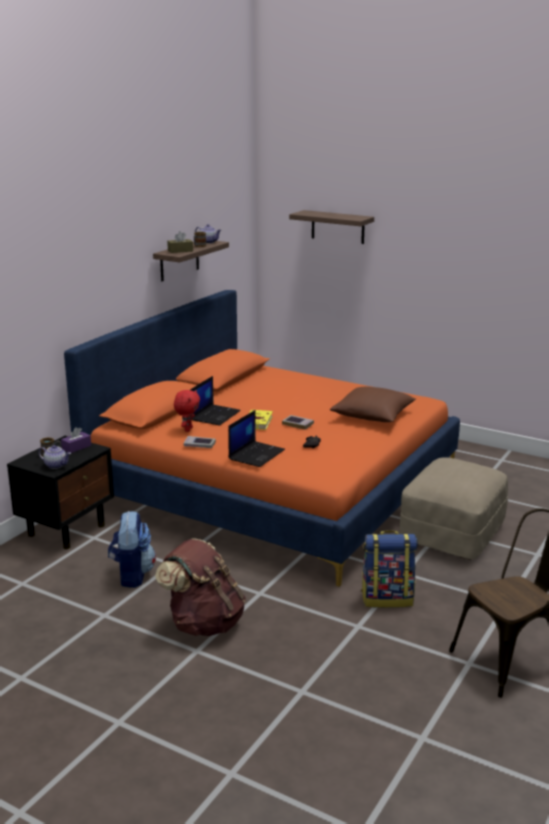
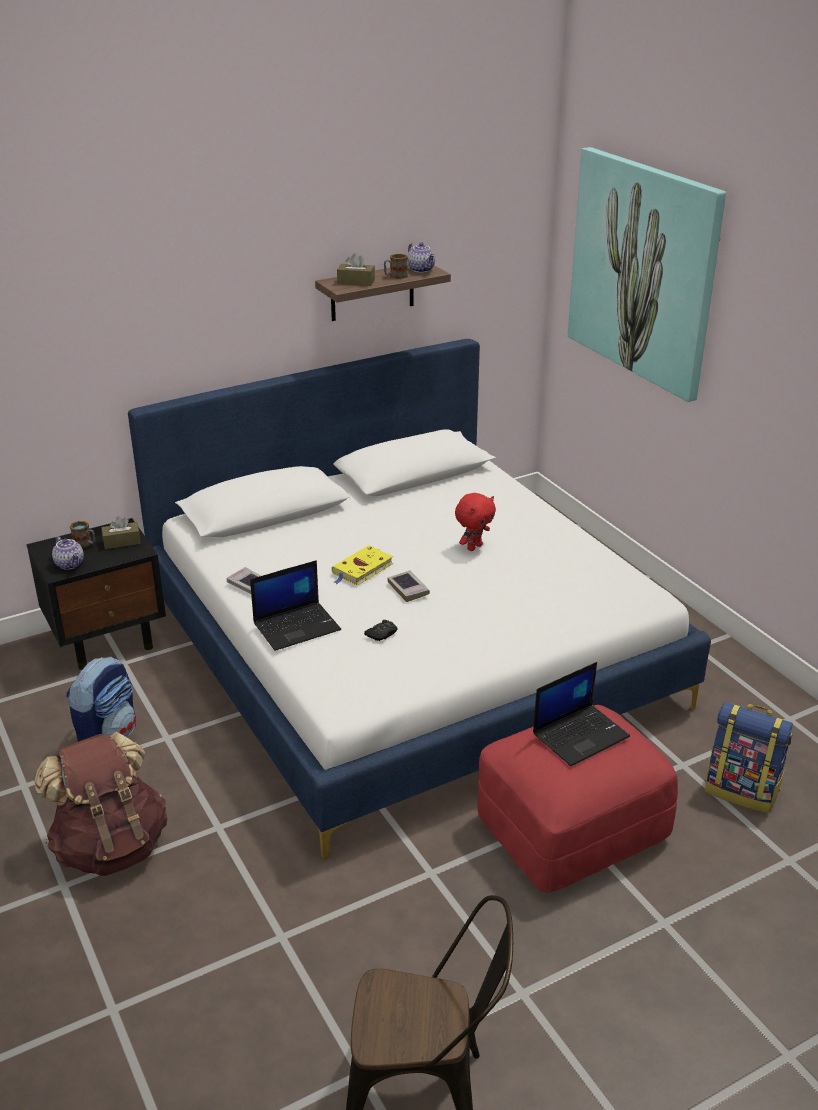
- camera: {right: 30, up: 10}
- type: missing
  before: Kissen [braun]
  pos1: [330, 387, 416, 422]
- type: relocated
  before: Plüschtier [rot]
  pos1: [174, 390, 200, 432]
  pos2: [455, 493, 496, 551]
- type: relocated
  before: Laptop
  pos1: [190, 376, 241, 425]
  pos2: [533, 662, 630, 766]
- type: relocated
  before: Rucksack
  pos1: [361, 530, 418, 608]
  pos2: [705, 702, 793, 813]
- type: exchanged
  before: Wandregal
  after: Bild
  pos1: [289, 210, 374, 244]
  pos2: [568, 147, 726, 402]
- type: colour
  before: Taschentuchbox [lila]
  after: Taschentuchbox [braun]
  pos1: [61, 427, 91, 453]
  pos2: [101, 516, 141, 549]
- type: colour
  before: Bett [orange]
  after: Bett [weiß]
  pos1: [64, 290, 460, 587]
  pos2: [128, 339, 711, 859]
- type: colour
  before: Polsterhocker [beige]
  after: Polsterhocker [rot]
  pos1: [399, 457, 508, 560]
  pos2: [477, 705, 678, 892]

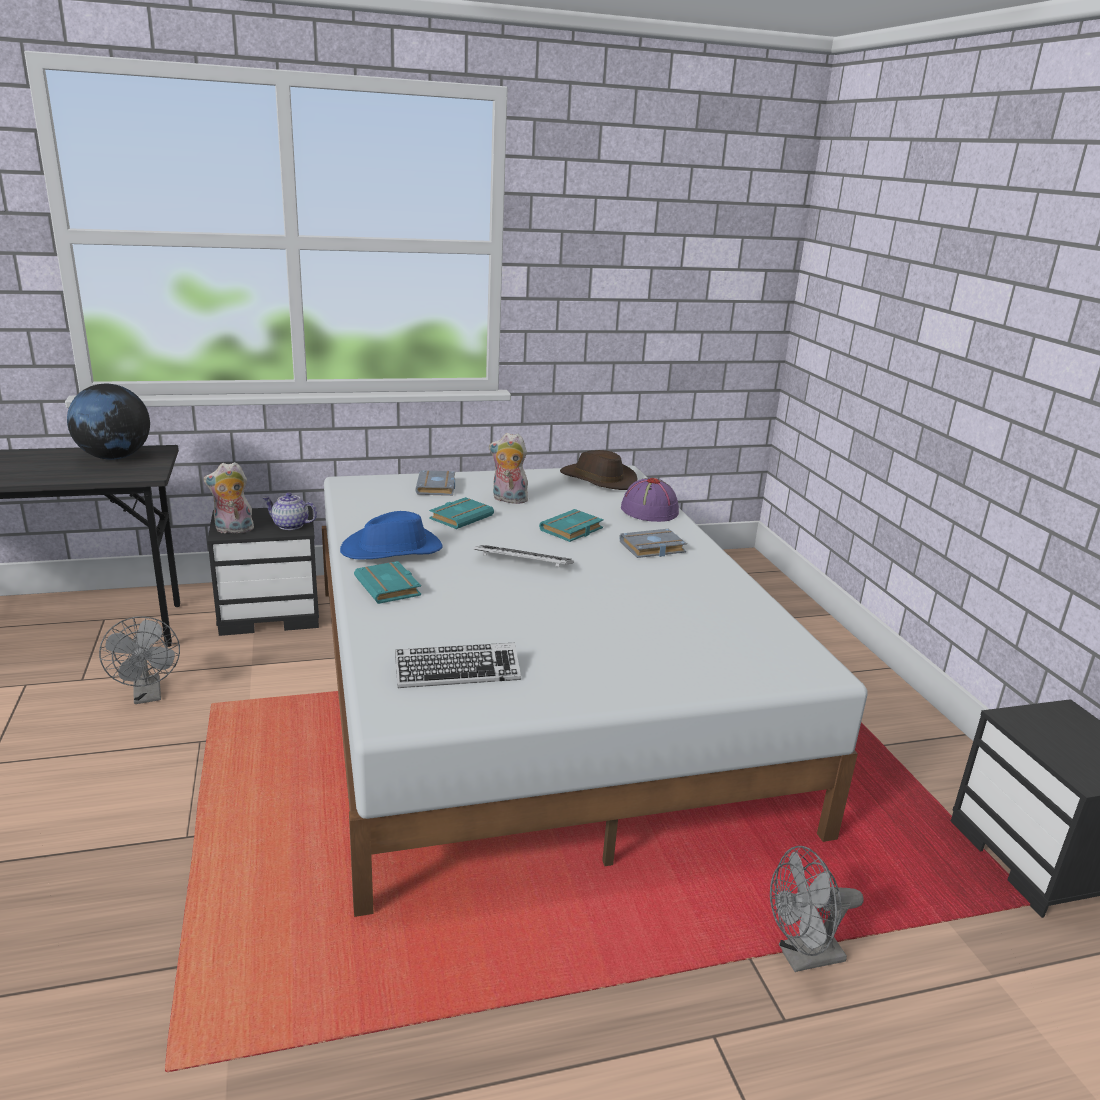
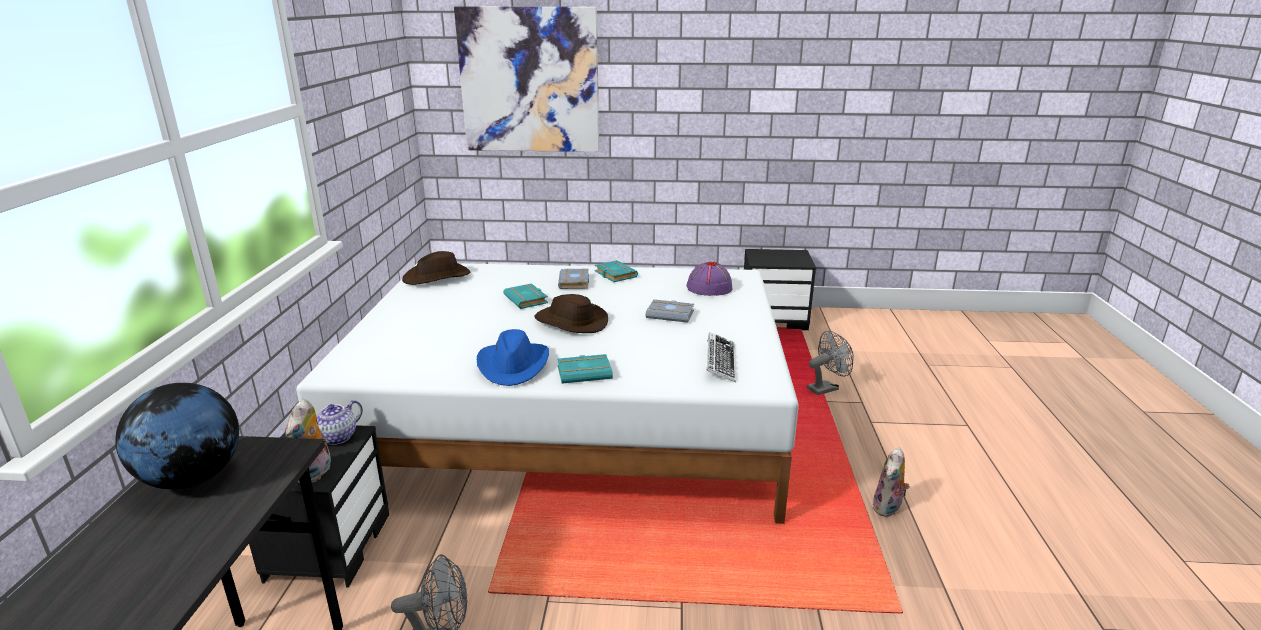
- camera: {right: -70, up: 0}
- type: appeared
  after: Bild
  pos2: [454, 6, 599, 152]
- type: relocated
  before: Buch [grau]
  pos1: [415, 470, 455, 496]
  pos2: [646, 299, 694, 323]
- type: relocated
  before: Buch [türkis]
  pos1: [429, 497, 494, 529]
  pos2: [595, 260, 638, 282]
- type: relocated
  before: Plüschtier
  pos1: [489, 433, 530, 504]
  pos2: [872, 447, 910, 517]
- type: relocated
  before: Hut [lila]
  pos1: [621, 478, 679, 522]
  pos2: [686, 262, 732, 296]
- type: exchanged
  before: Tastatur
  after: Hut [braun]
  pos1: [473, 545, 574, 567]
  pos2: [535, 294, 608, 333]
- type: spun
  before: Ventilator [grau]
  pos1: [770, 846, 863, 972]
  pos2: [807, 331, 854, 395]
  turn: -120

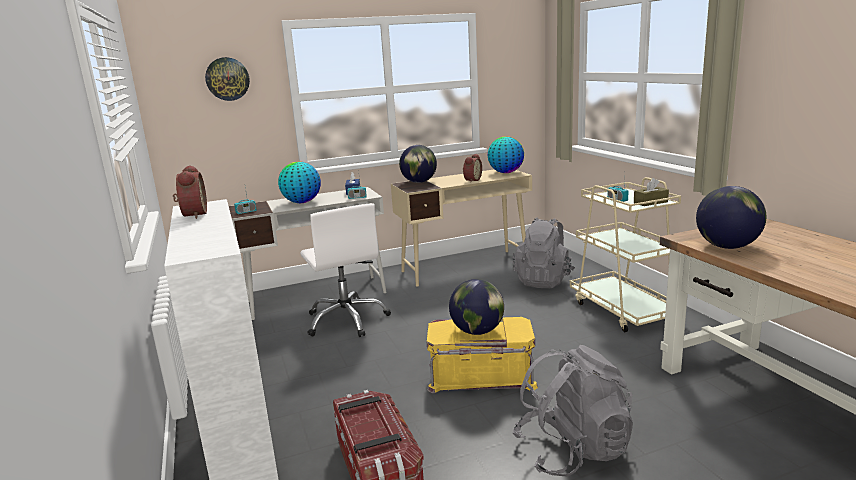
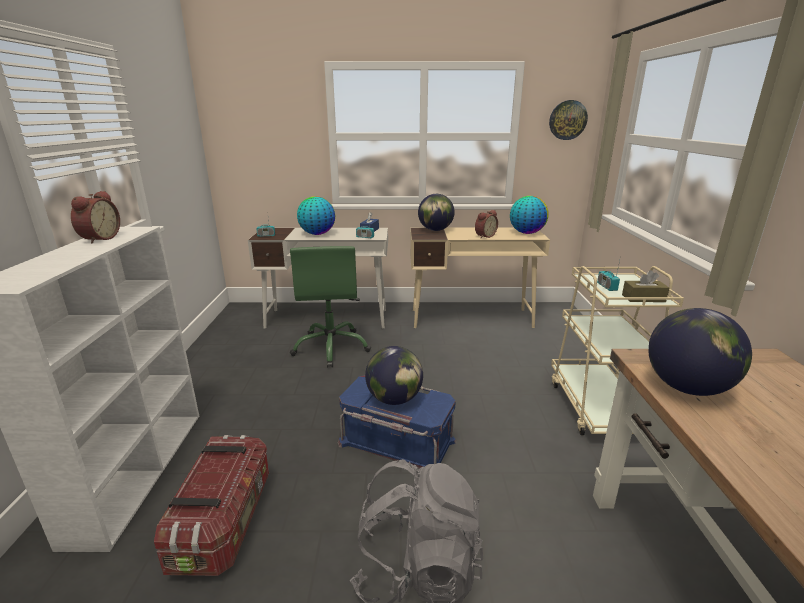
- camera: {right: 20, up: 5}
- type: missing
  before: Rucksack [grau]
  pos1: [513, 218, 575, 288]
- type: relocated
  before: Wanduhr
  pos1: [205, 57, 250, 101]
  pos2: [549, 100, 588, 140]
- type: colour
  before: Bürostuhl [weiß]
  after: Bürostuhl [grün]
  pos1: [300, 203, 391, 337]
  pos2: [290, 246, 371, 368]
- type: colour
  before: Aufbewahrungsbox [gelb]
  after: Aufbewahrungsbox [blau]
  pos1: [427, 317, 538, 393]
  pos2: [338, 375, 457, 469]

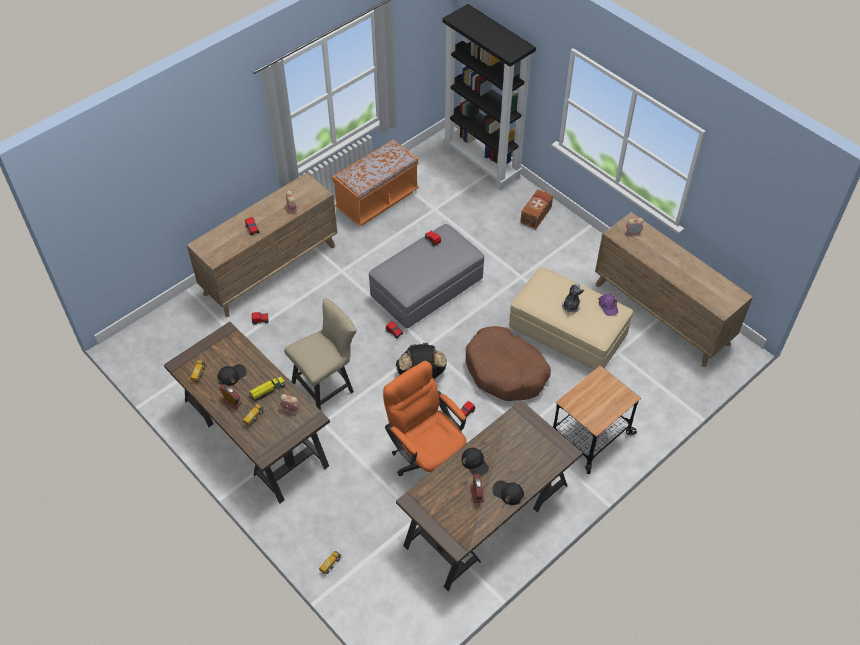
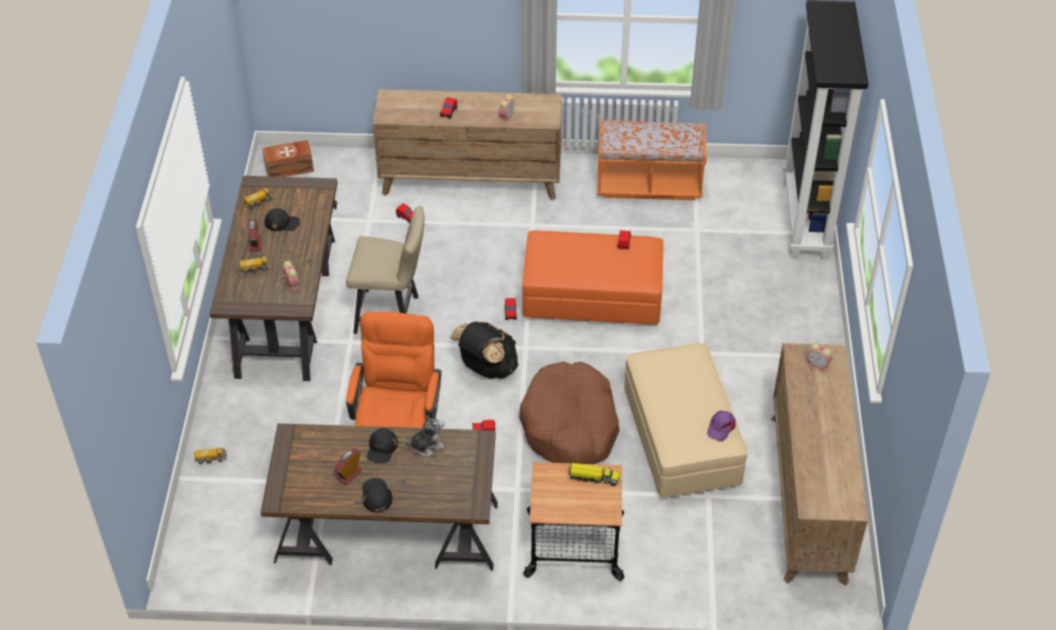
- camera: {right: 45, up: -5}
- type: relocated
  before: Spielzeuglaster
  pos1: [249, 376, 285, 402]
  pos2: [567, 463, 619, 486]
- type: relocated
  before: Aufbewahrungsbox [braun]
  pos1: [520, 189, 553, 229]
  pos2: [263, 140, 314, 177]
- type: relocated
  before: Plüschtier
  pos1: [562, 283, 584, 313]
  pos2: [405, 415, 444, 456]
- type: colour
  before: Polsterhocker [grau]
  after: Polsterhocker [orange]
  pos1: [369, 224, 484, 328]
  pos2: [522, 230, 664, 325]

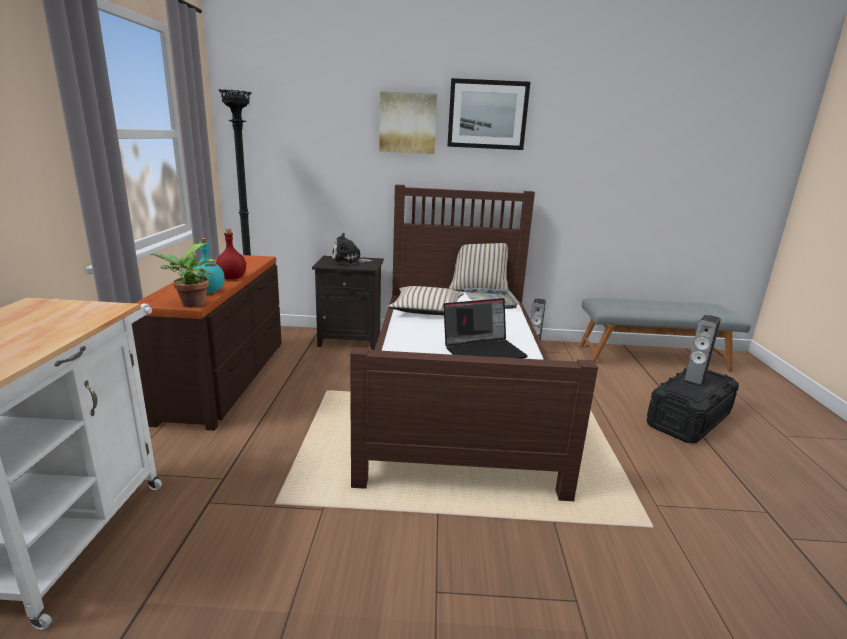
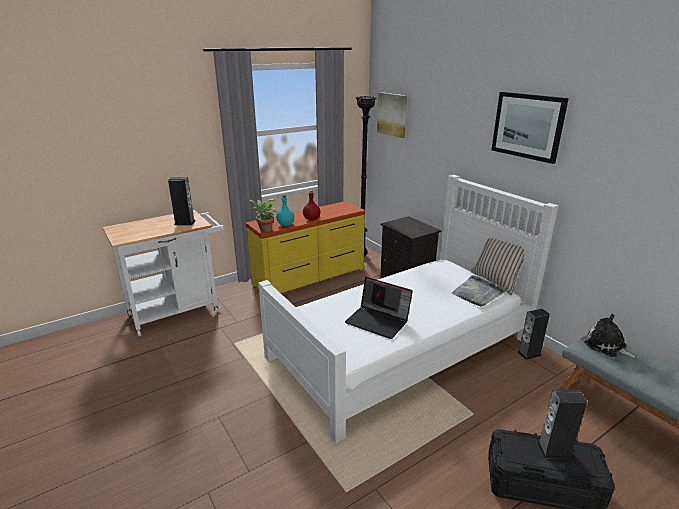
- camera: {right: 55, up: 5}
- type: missing
  before: Kissen [beige]
  pos1: [388, 286, 464, 315]
- type: appeared
  after: Lautsprecher
  pos2: [168, 177, 195, 225]
- type: relocated
  before: Plüschtier
  pos1: [332, 233, 373, 264]
  pos2: [584, 314, 639, 359]
- type: relocated
  before: Bild
  pos1: [379, 91, 437, 154]
  pos2: [377, 92, 407, 138]
- type: colour
  before: Kommode [braun]
  after: Kommode [gelb]
  pos1: [132, 255, 282, 431]
  pos2: [245, 201, 365, 293]
- type: colour
  before: Bett [braun]
  after: Bett [weiß]
  pos1: [350, 185, 598, 501]
  pos2: [258, 175, 559, 444]

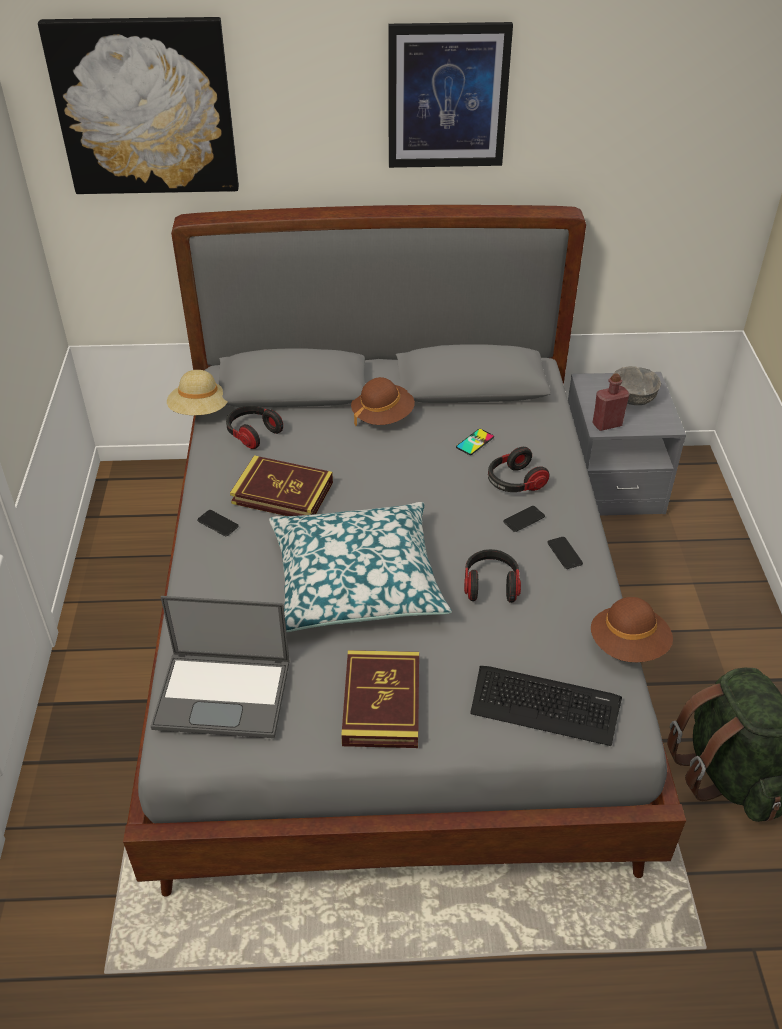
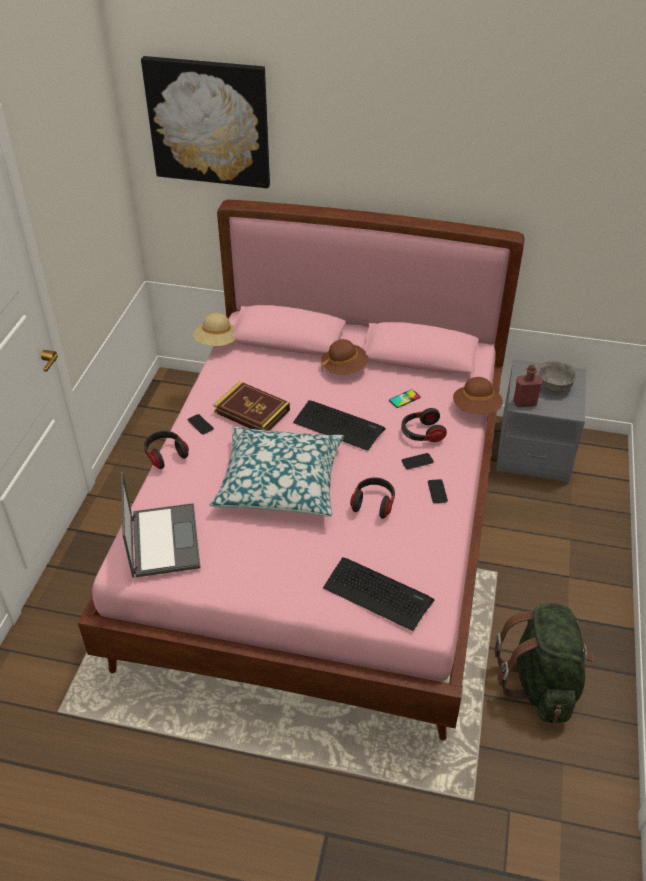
- camera: {right: 15, up: 0}
- type: missing
  before: Buch
  pos1: [341, 650, 419, 748]
- type: missing
  before: Bild
  pos1: [388, 22, 513, 168]
- type: appeared
  after: Tastatur
  pos2: [293, 400, 386, 451]
- type: relocated
  before: Kopfhörer
  pos1: [226, 405, 283, 449]
  pos2: [144, 431, 189, 469]
- type: relocated
  before: Hut [braun]
  pos1: [591, 597, 673, 662]
  pos2: [453, 377, 503, 414]
- type: colour
  before: Bett [grau]
  after: Bett [rosa]
  pos1: [123, 205, 686, 897]
  pos2: [78, 200, 525, 741]
- type: spun
  before: Laptop
  pos1: [151, 596, 290, 738]
  pos2: [121, 472, 200, 578]
  turn: -120

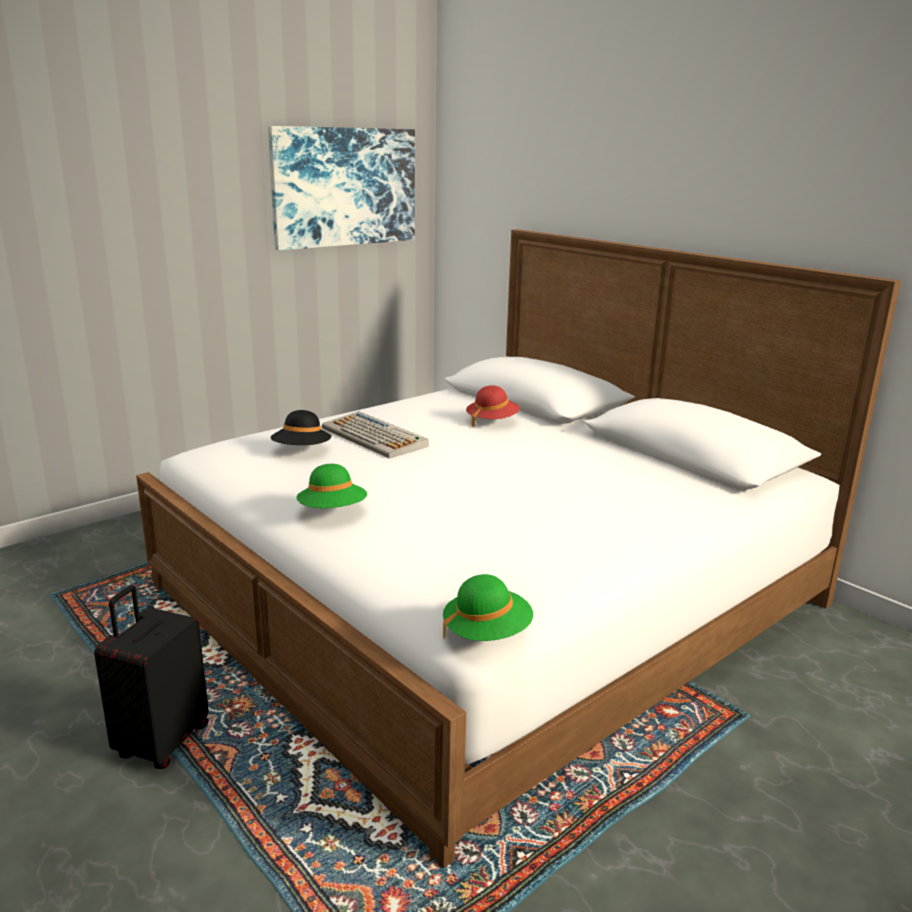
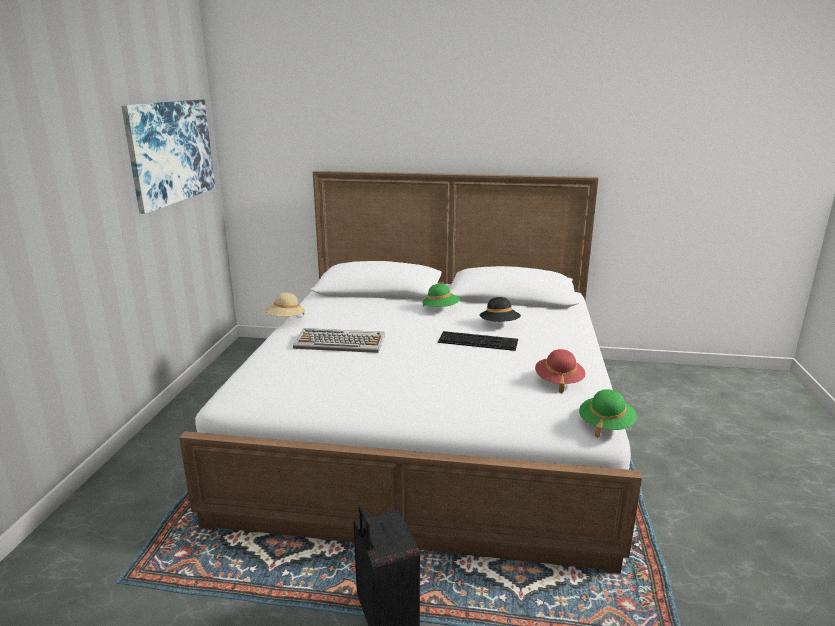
- camera: {right: -40, up: 0}
- type: appeared
  after: Hut [beige]
  pos2: [265, 293, 305, 317]
- type: appeared
  after: Tastatur
  pos2: [438, 331, 518, 351]
- type: relocated
  before: Hut [schwarz]
  pos1: [271, 410, 331, 445]
  pos2: [480, 297, 521, 322]
- type: relocated
  before: Hut [grün]
  pos1: [296, 464, 367, 508]
  pos2: [422, 284, 460, 307]
- type: relocated
  before: Hut [rot]
  pos1: [466, 385, 520, 428]
  pos2: [535, 349, 585, 394]

